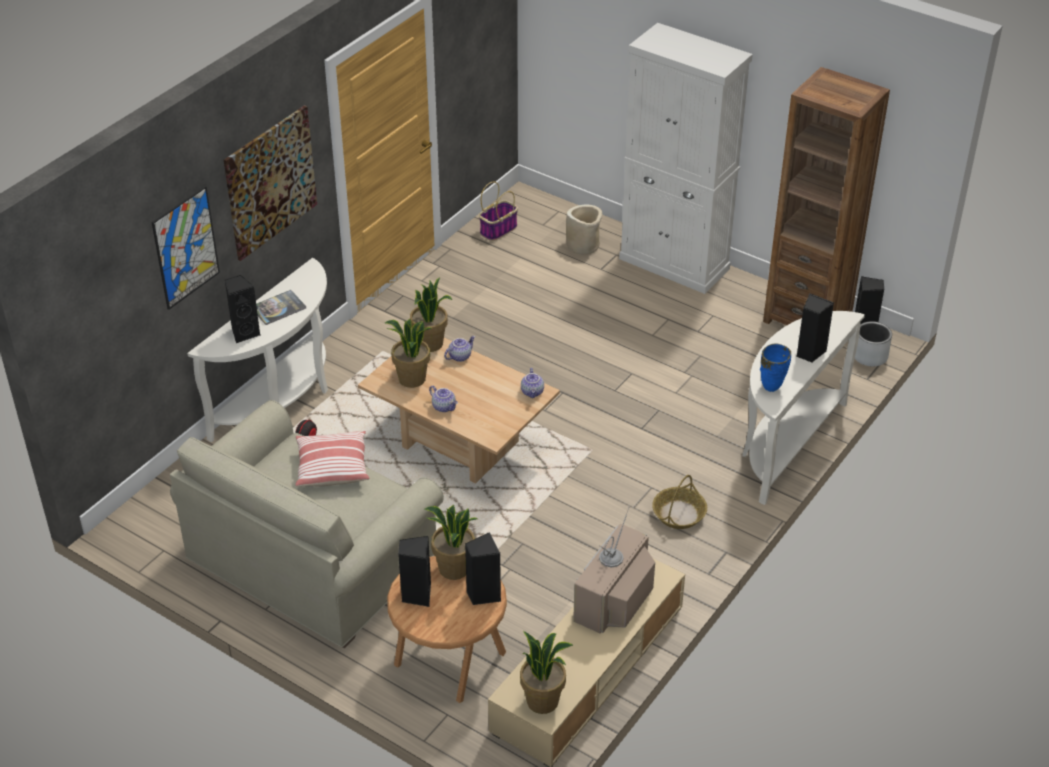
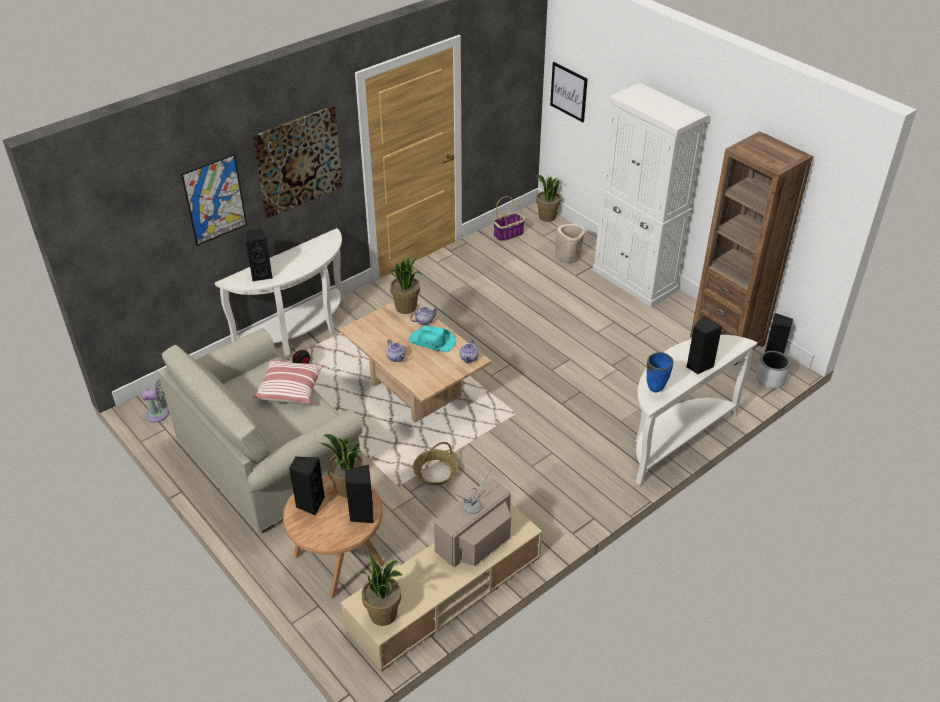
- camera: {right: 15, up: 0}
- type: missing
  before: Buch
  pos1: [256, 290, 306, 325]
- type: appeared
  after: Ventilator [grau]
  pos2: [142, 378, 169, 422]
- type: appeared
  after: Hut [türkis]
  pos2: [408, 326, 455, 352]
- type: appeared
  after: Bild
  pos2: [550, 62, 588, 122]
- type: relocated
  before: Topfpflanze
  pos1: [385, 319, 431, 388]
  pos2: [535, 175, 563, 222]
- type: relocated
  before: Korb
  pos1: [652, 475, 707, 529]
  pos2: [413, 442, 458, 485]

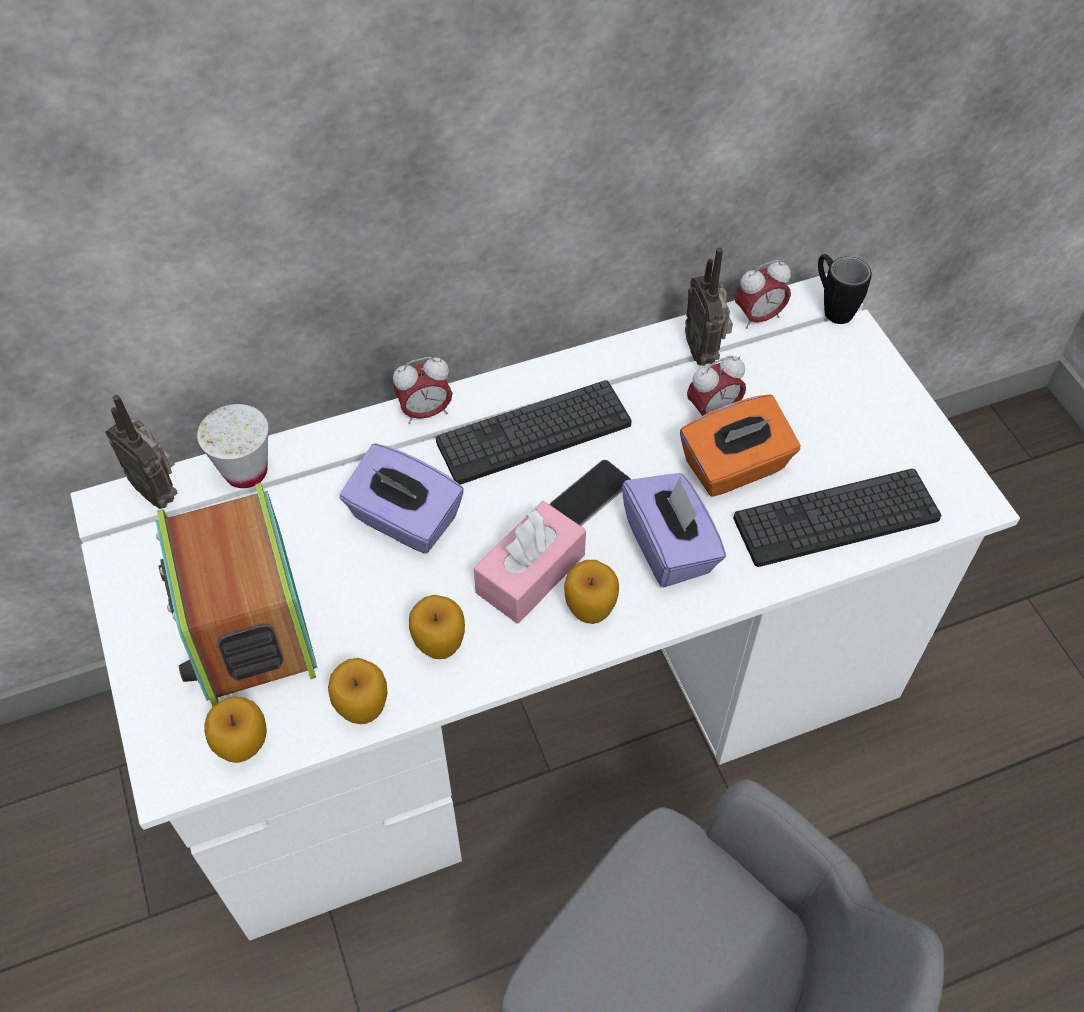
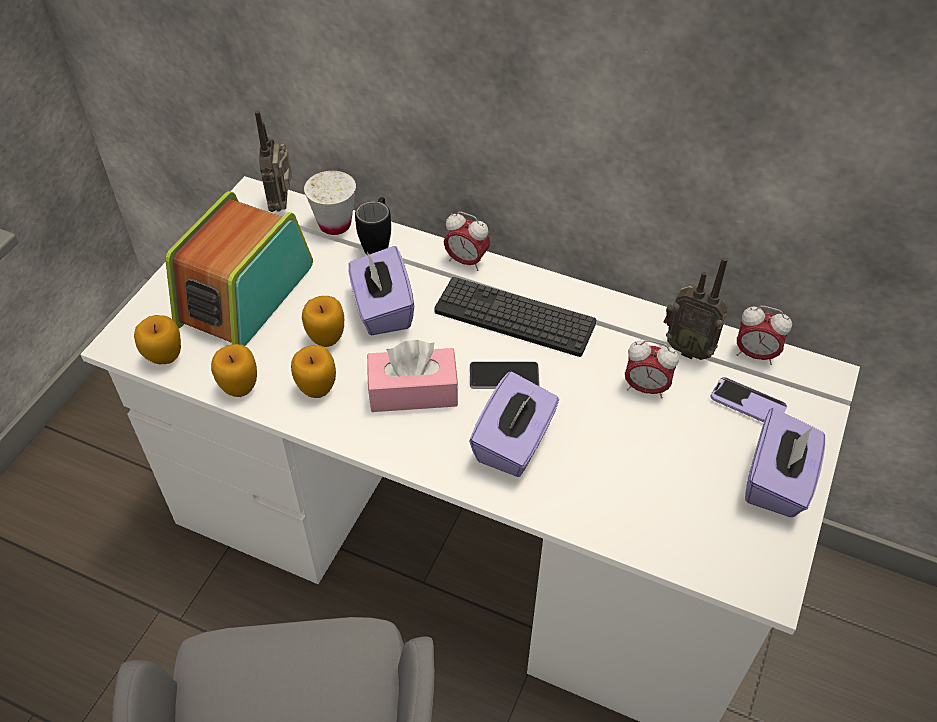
- camera: {right: 45, up: -5}
- type: missing
  before: Taschentuchbox [orange]
  pos1: [680, 395, 800, 497]
- type: missing
  before: Tastatur
  pos1: [733, 469, 941, 567]
- type: appeared
  after: Handy
  pos2: [711, 377, 787, 422]
- type: appeared
  after: Taschentuchbox [lila]
  pos2: [745, 408, 825, 517]
- type: relocated
  before: Apfel
  pos1: [564, 560, 619, 624]
  pos2: [302, 296, 344, 347]
- type: relocated
  before: Henkelbecher [schwarz]
  pos1: [818, 254, 872, 324]
  pos2: [355, 197, 391, 255]
- type: spun
  before: Radio
  pos1: [685, 247, 733, 366]
  pos2: [664, 257, 728, 360]
  turn: -90

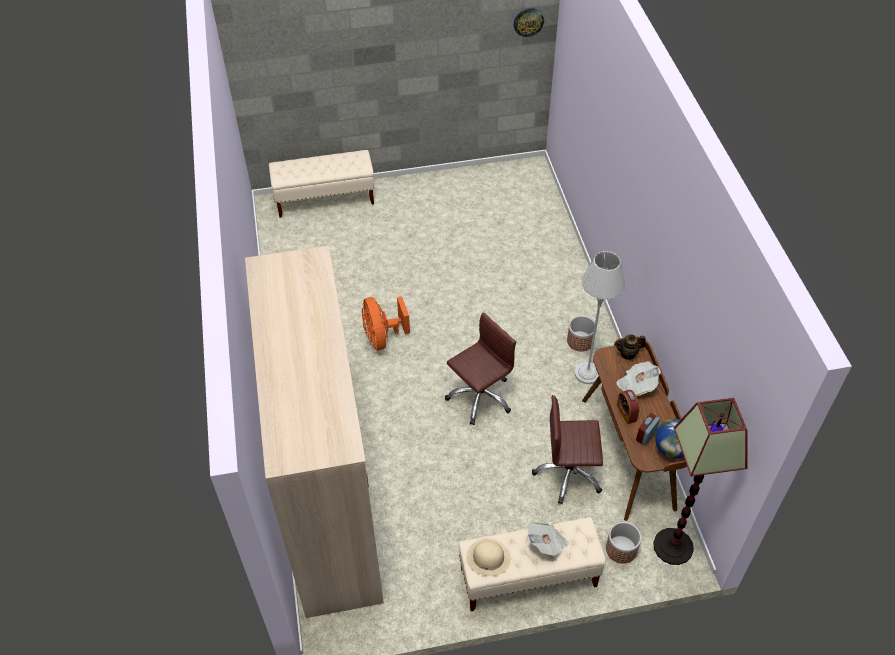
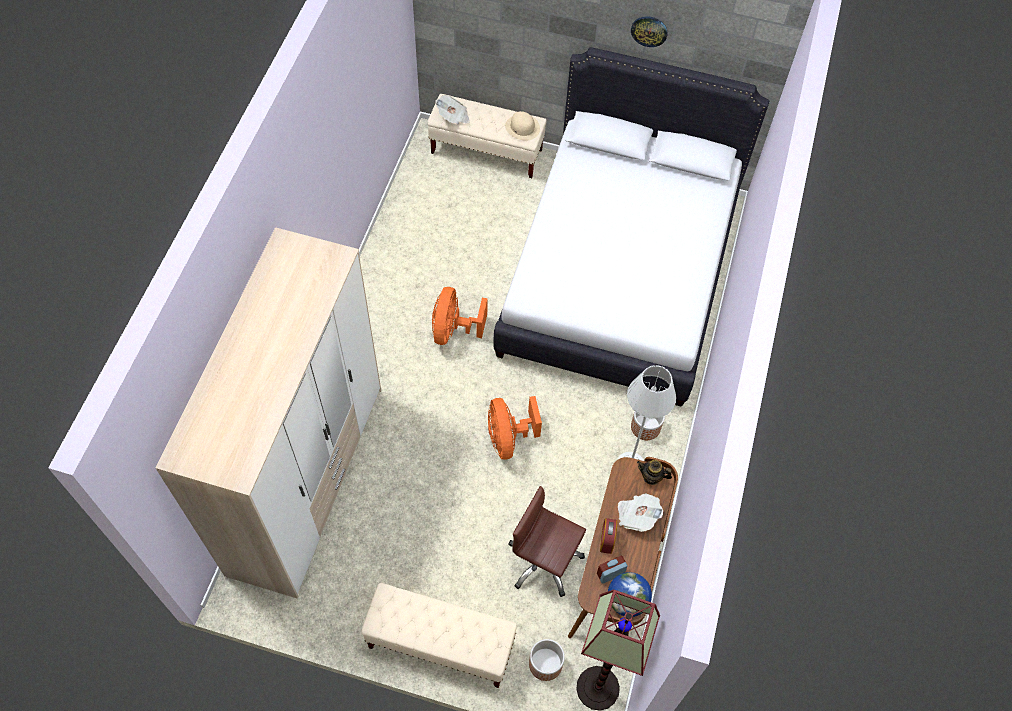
- camera: {right: 25, up: 10}
- type: appeared
  after: Bett [weiß]
  pos2: [494, 47, 769, 407]
- type: relocated
  before: Hut [beige]
  pos1: [466, 538, 511, 576]
  pos2: [505, 111, 540, 140]
- type: relocated
  before: Wanduhr
  pos1: [514, 8, 544, 37]
  pos2: [631, 16, 668, 47]
- type: relocated
  before: Zeitung
  pos1: [527, 522, 569, 556]
  pos2: [435, 95, 470, 124]
- type: exchanged
  before: Bürostuhl [braun]
  after: Ventilator [orange]
  pos1: [445, 312, 516, 425]
  pos2: [488, 396, 542, 459]

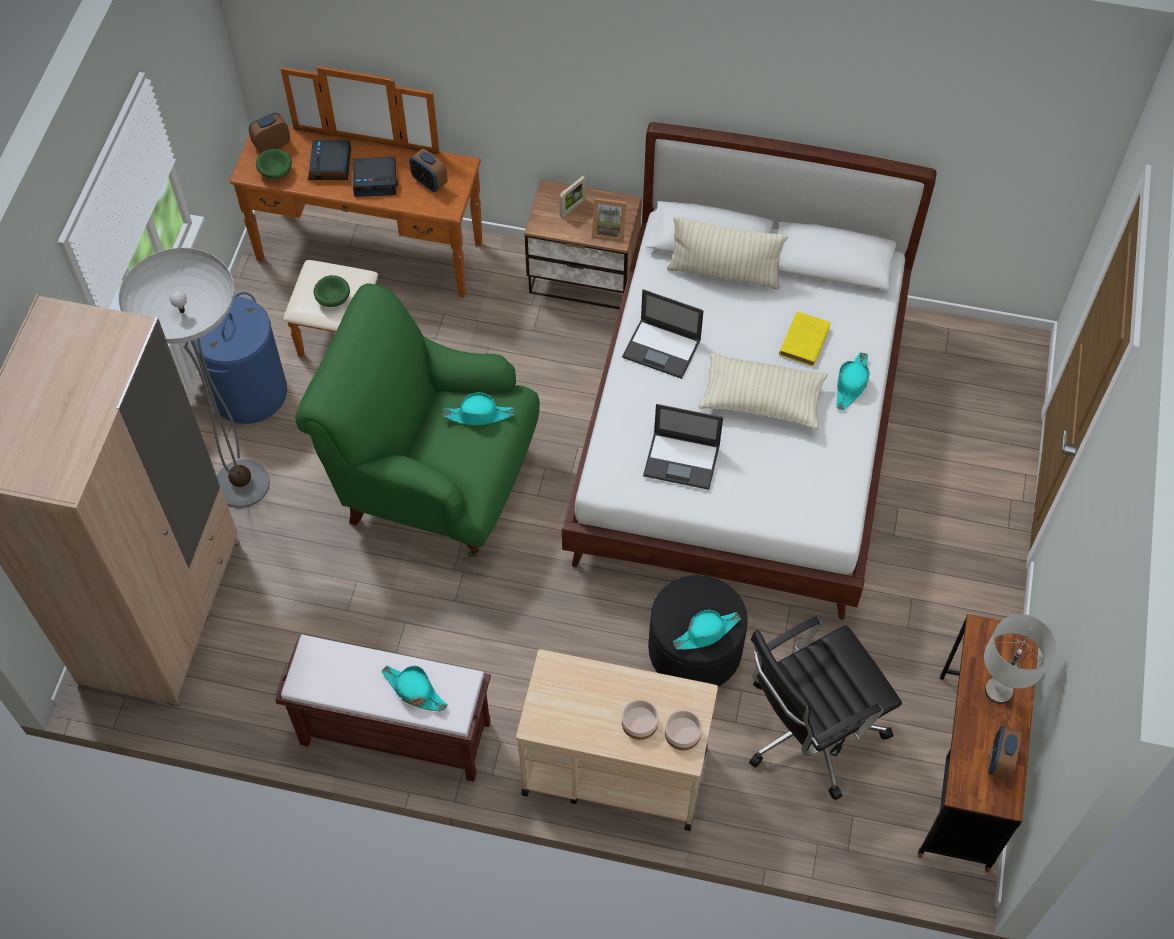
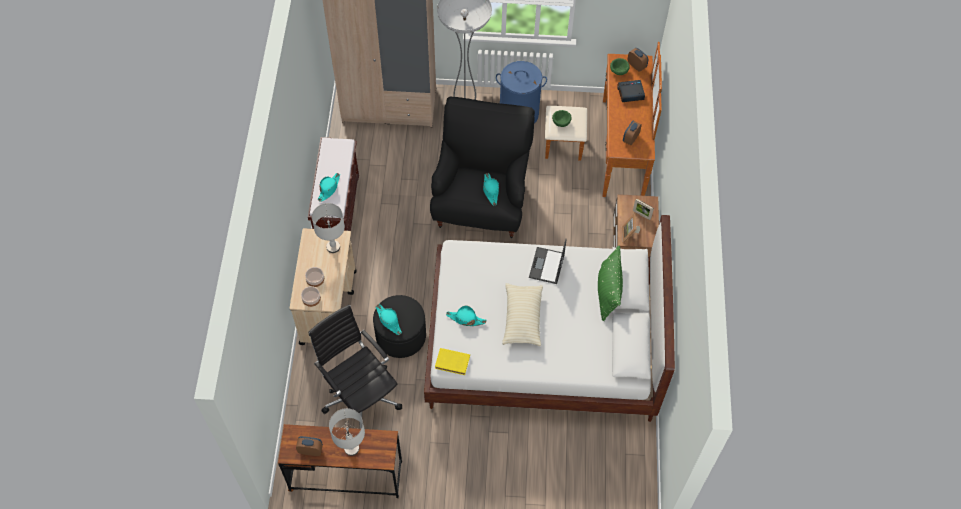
- camera: {right: 80, up: 0}
- type: missing
  before: Wecker
  pos1: [353, 157, 398, 197]
- type: missing
  before: Laptop
  pos1: [643, 404, 723, 490]
- type: appeared
  after: Tischlampe [grau]
  pos2: [312, 203, 345, 253]
- type: relocated
  before: Buch [gelb]
  pos1: [779, 312, 831, 367]
  pos2: [435, 348, 470, 375]
- type: relocated
  before: Hut [türkis]
  pos1: [836, 352, 870, 410]
  pos2: [446, 306, 486, 326]
- type: colour
  before: Sessel [grün]
  after: Sessel [schwarz]
  pos1: [295, 283, 540, 557]
  pos2: [430, 97, 535, 238]
- type: colour
  before: Kissen [beige]
  after: Kissen [grün]
  pos1: [667, 216, 788, 290]
  pos2: [598, 246, 623, 321]

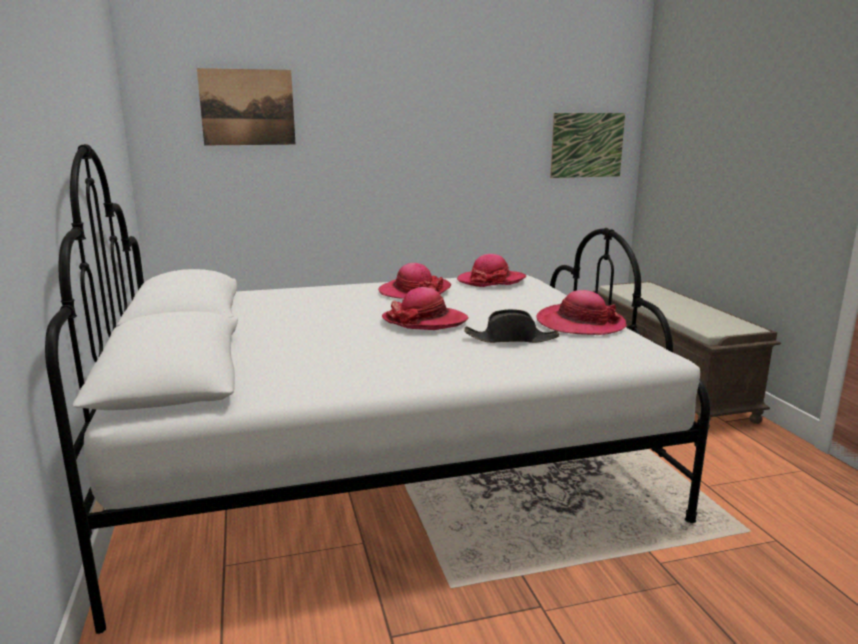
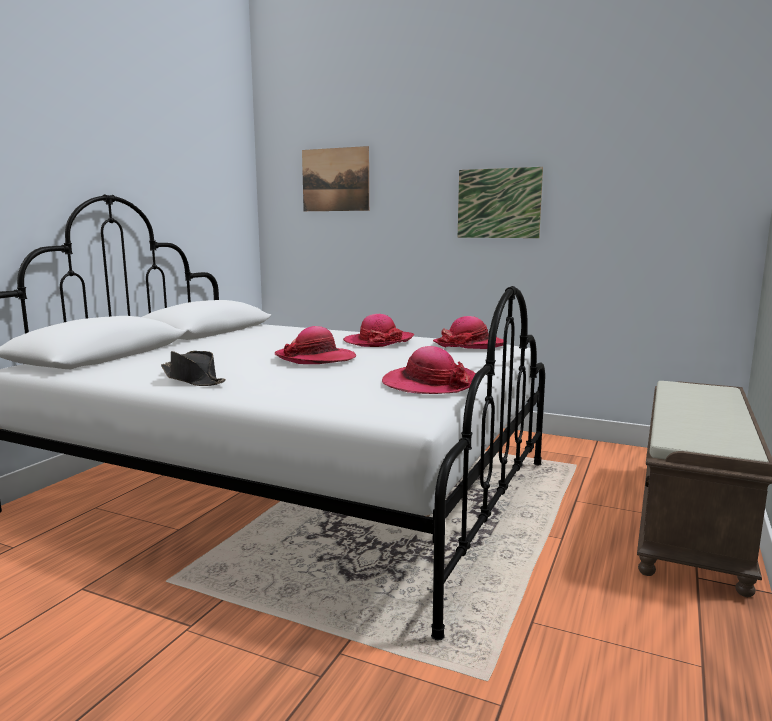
- camera: {right: 40, up: -5}
- type: relocated
  before: Hut [schwarz]
  pos1: [464, 309, 559, 343]
  pos2: [161, 351, 226, 386]
- type: relocated
  before: Bild
  pos1: [550, 113, 625, 178]
  pos2: [458, 167, 543, 238]

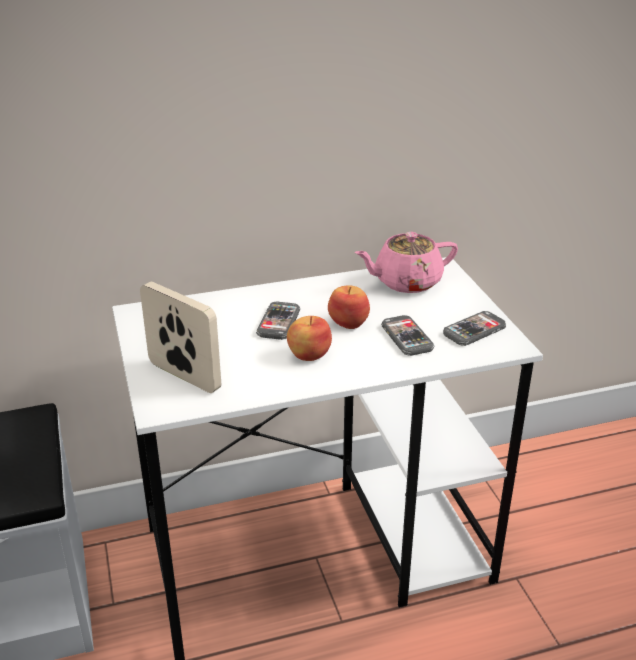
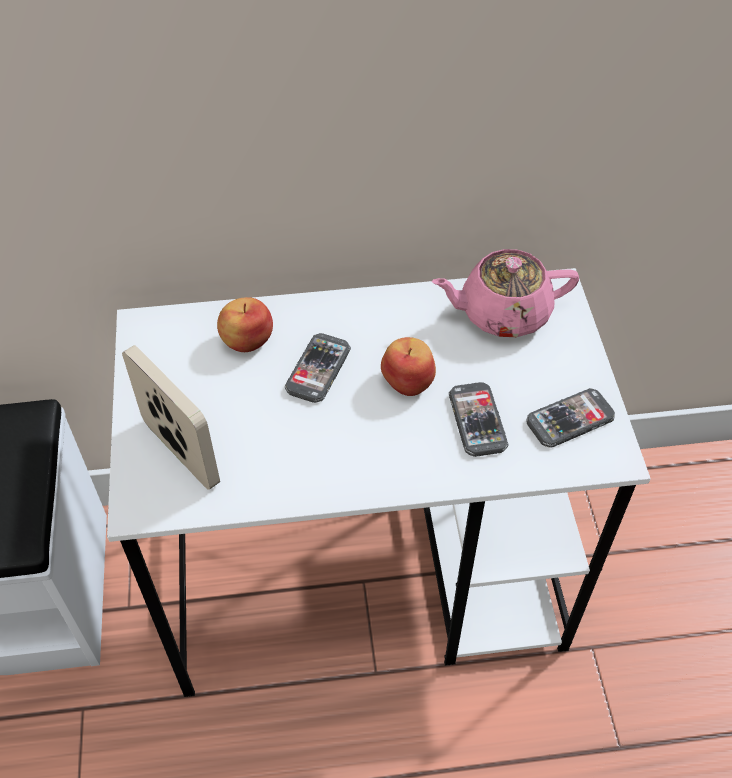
- camera: {right: 10, up: 20}
- type: relocated
  before: Apfel
  pos1: [287, 316, 332, 361]
  pos2: [217, 297, 273, 352]

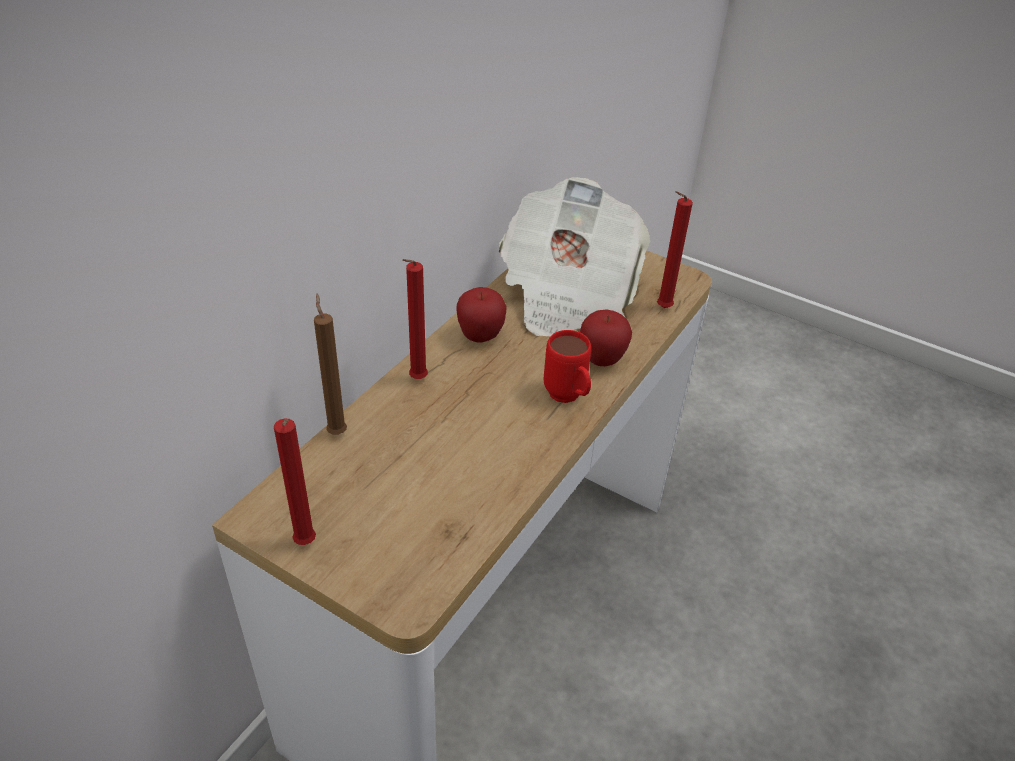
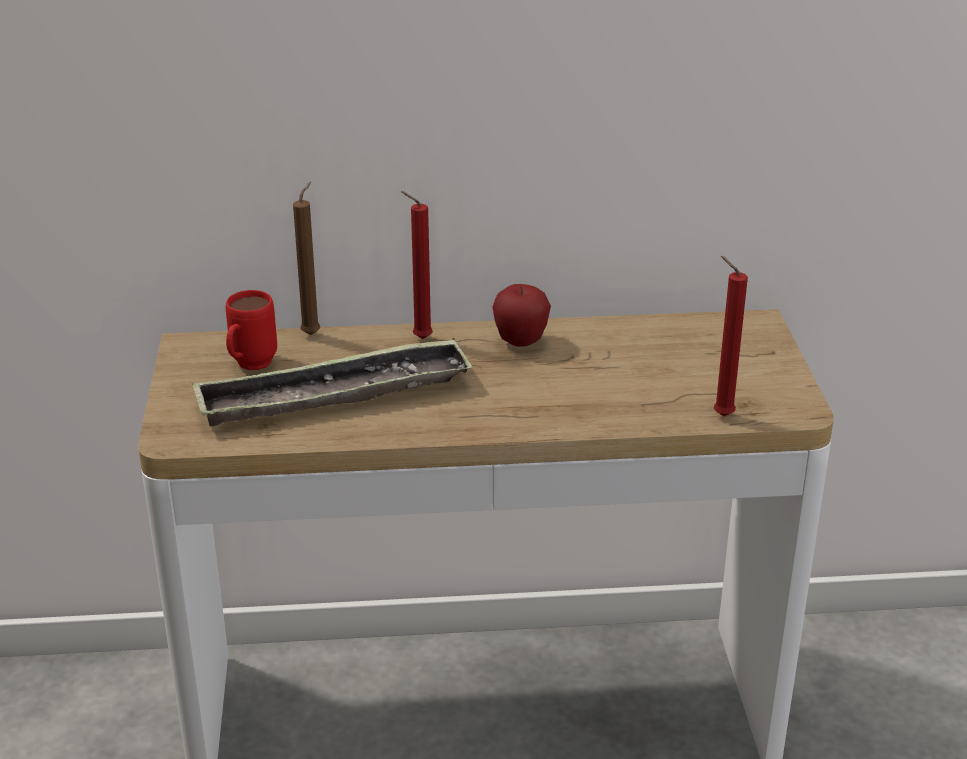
- camera: {right: 55, up: -10}
- type: missing
  before: Kerze [rot]
  pos1: [274, 418, 316, 545]
- type: missing
  before: Zeitung
  pos1: [499, 177, 650, 336]
- type: missing
  before: Apfel
  pos1: [580, 309, 632, 366]
- type: appeared
  after: Tablett
  pos2: [192, 338, 473, 426]
- type: relocated
  before: Henkelbecher [rot]
  pos1: [544, 330, 591, 403]
  pos2: [226, 290, 277, 370]

